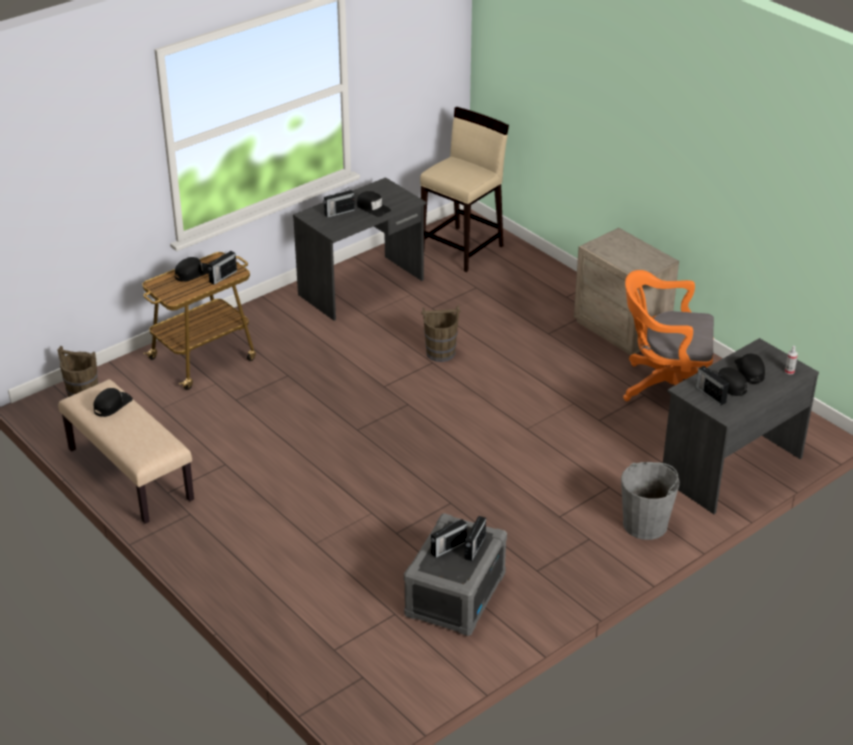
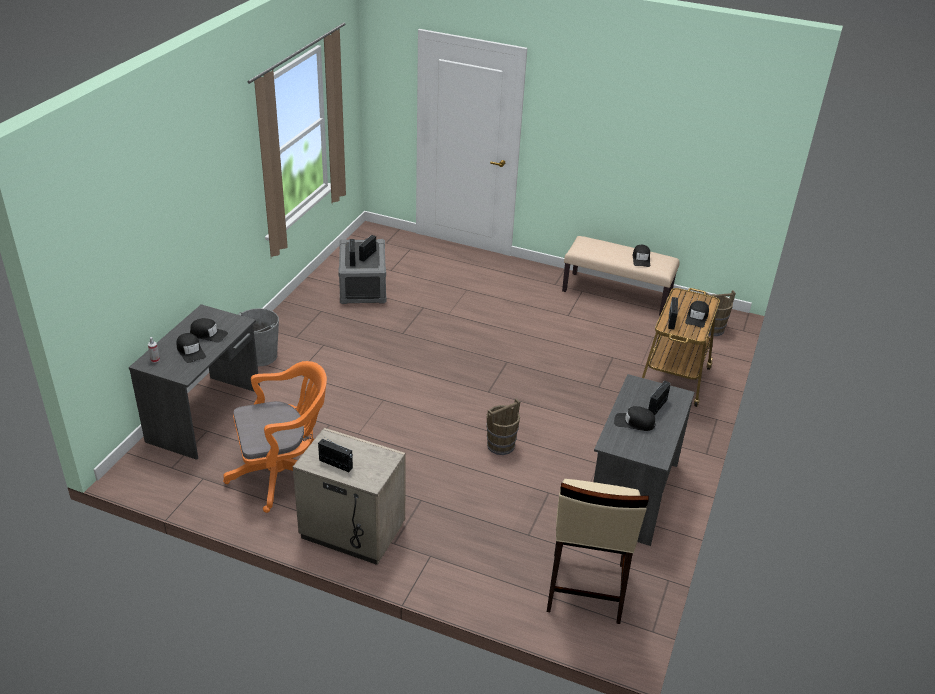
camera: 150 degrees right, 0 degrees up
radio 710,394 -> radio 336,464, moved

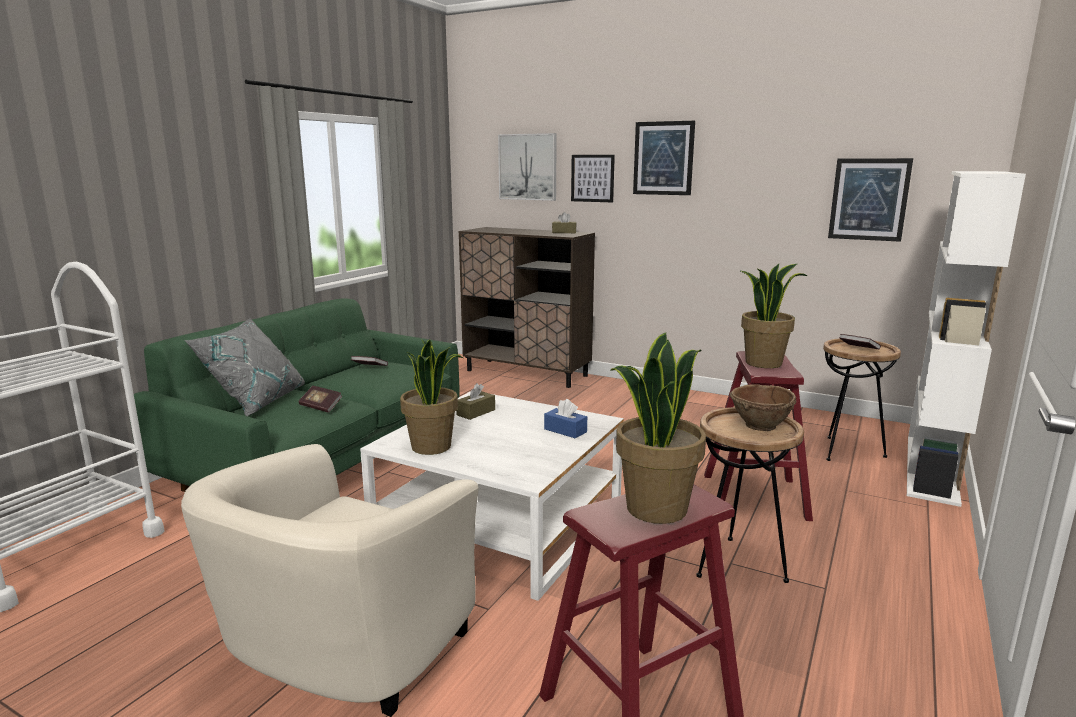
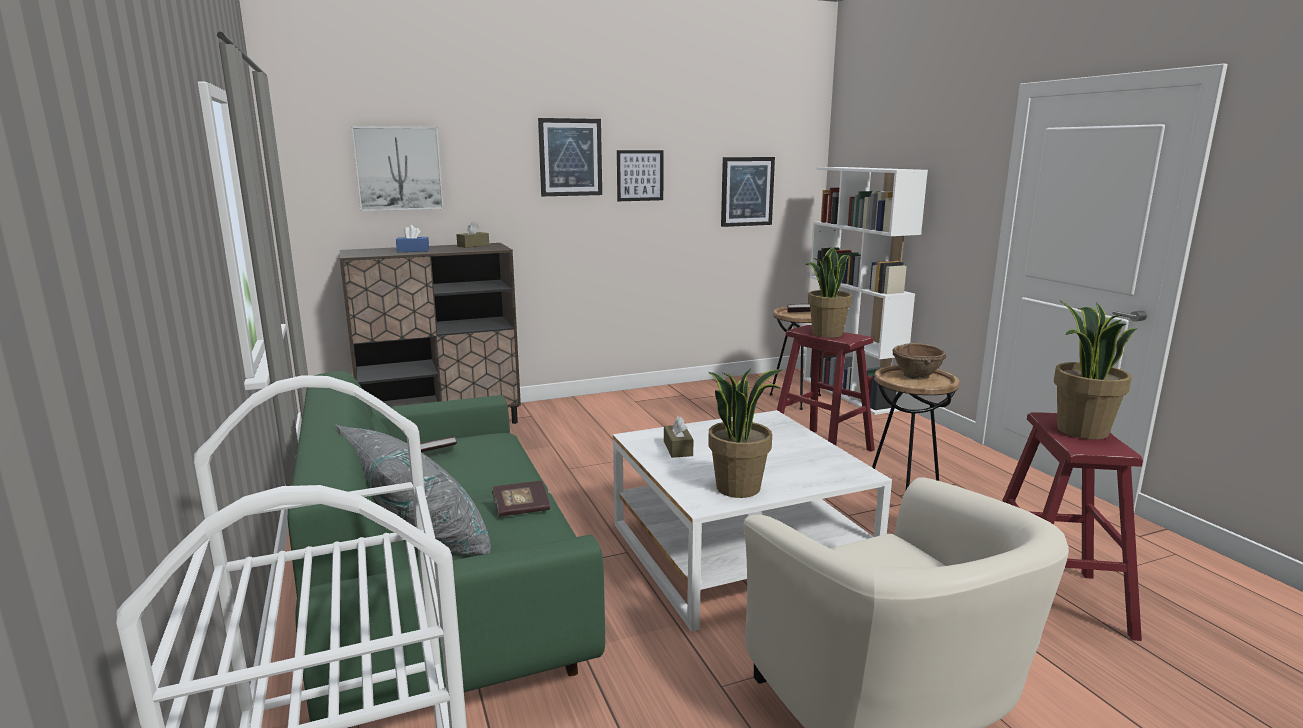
camera: 50 degrees left, 0 degrees up
blue tissue box 565,430 -> blue tissue box 413,251, moved
picture 592,178 -> picture 640,175, moved

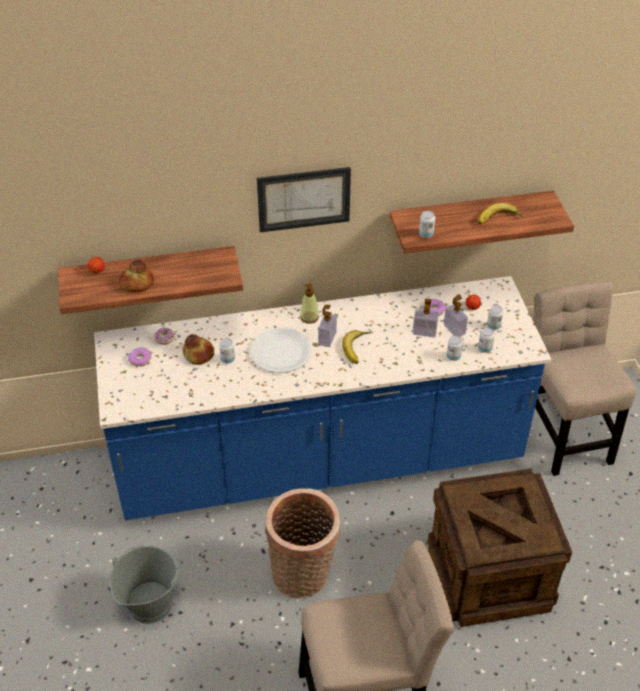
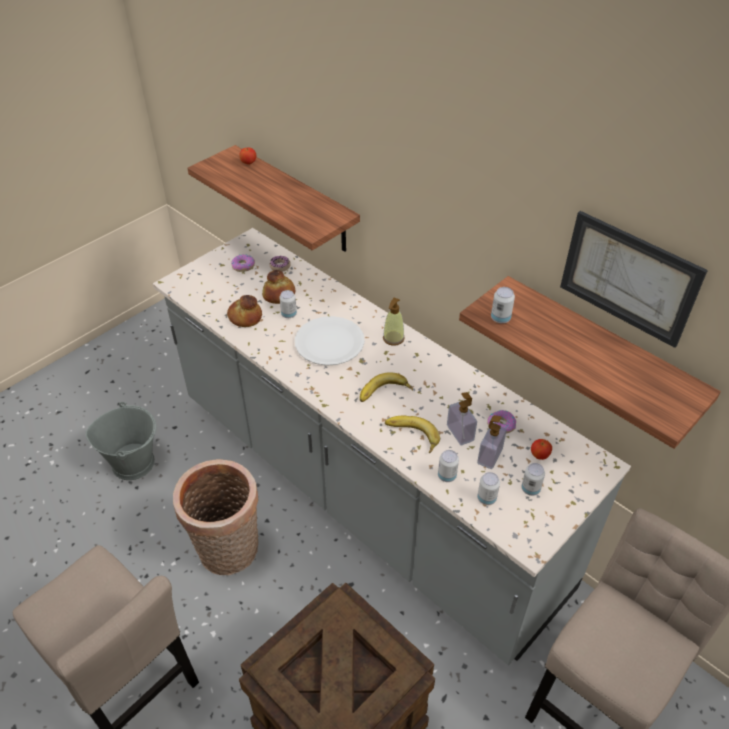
camera: 55 degrees right, 0 degrees up
soap dispenser 327,338 -> none
bread 137,284 -> bread 245,317, moved
picture 304,199 -> picture 628,278, moved
banana 499,219 -> banana 411,436, moved
blue counter 320,461 -> grey counter 364,491

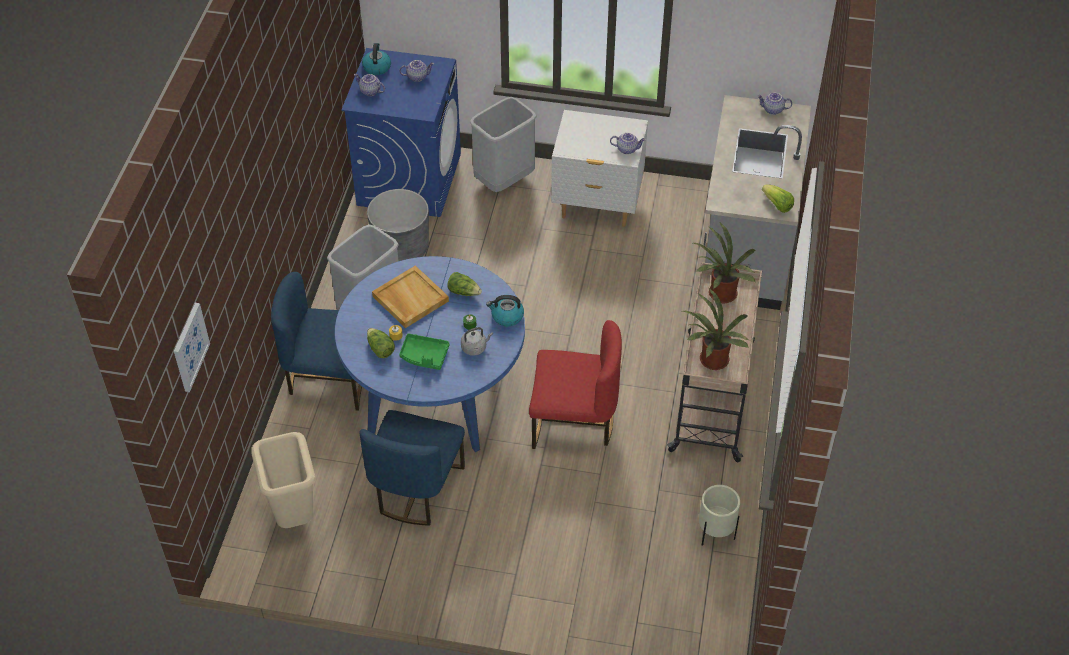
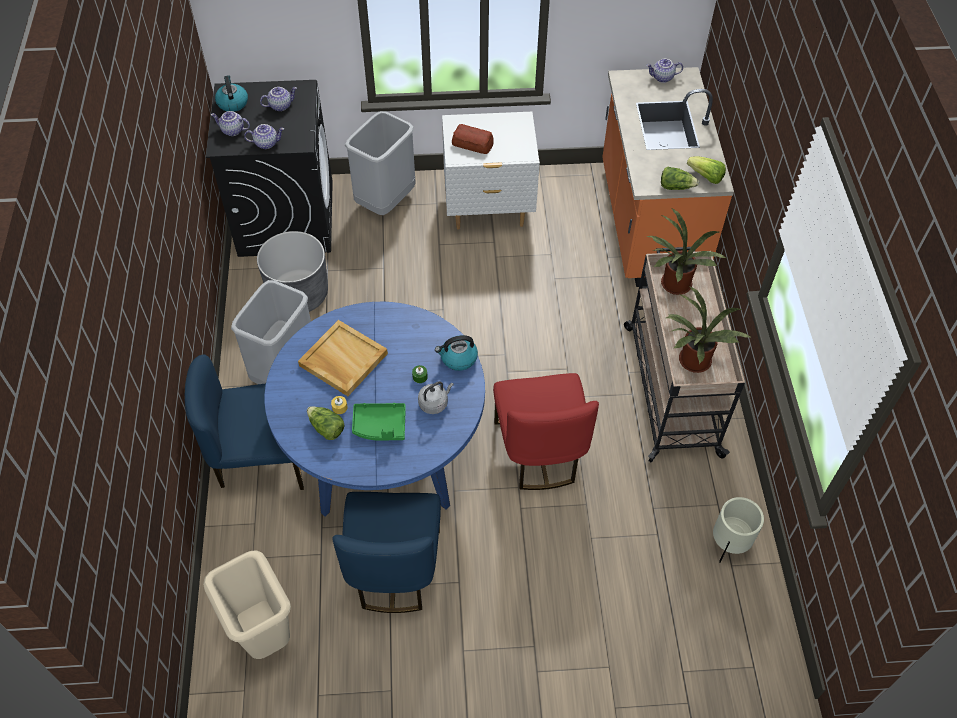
camera: 15 degrees left, 5 degrees up
picture 190,347 -> none
none -> bread 472,144
lettuce 464,292 -> lettuce 676,186, moved
teapot 627,149 -> teapot 266,143, moved
blue washing machine 409,179 -> black washing machine 286,217
grey counter 746,246 -> orange counter 648,223
red chair 573,422 -> red chair 539,451, 90 degrees clockwise

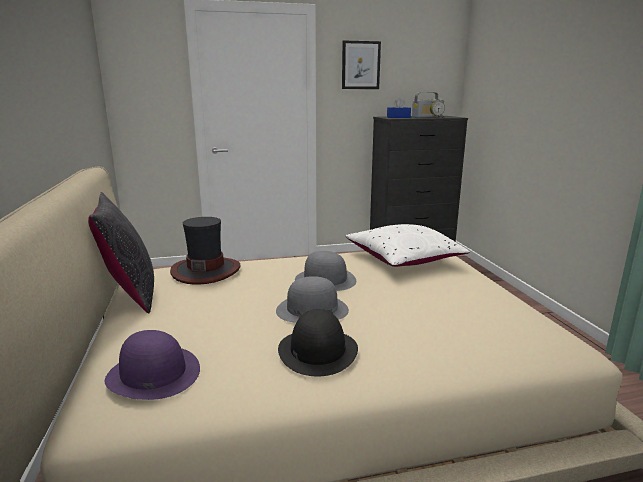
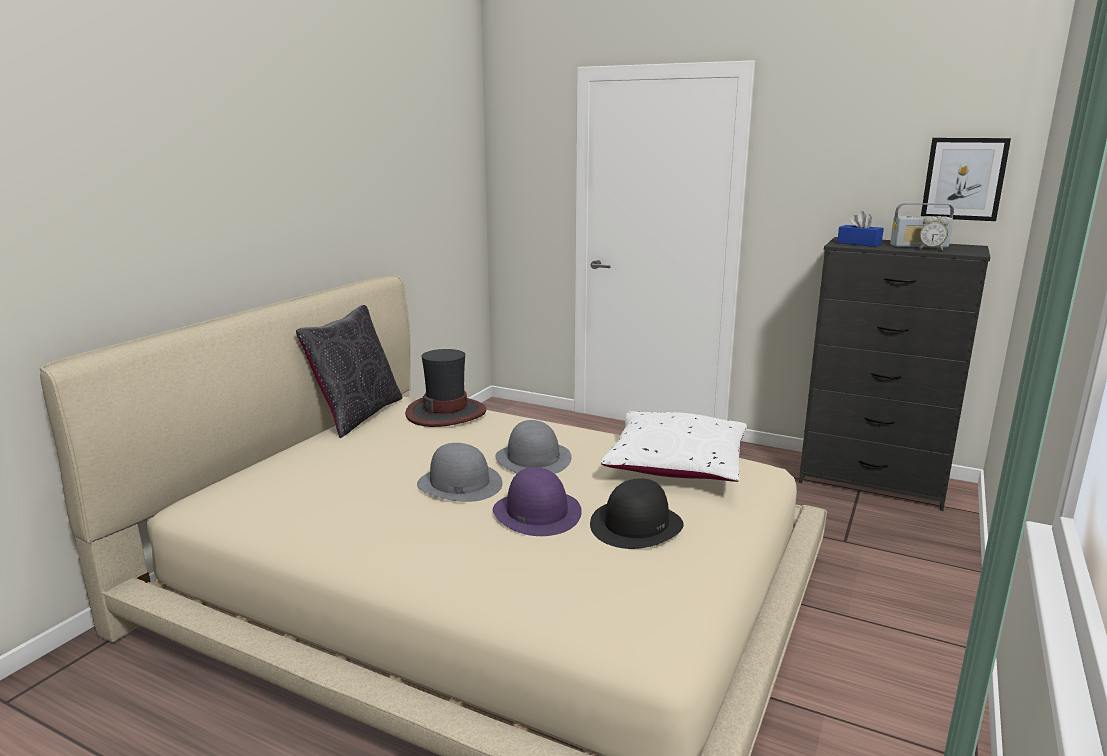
camera: 40 degrees right, 0 degrees up
purple hat 153,373 -> purple hat 536,512, moved
black hat 317,350 -> black hat 636,524, moved
picture 360,65 -> picture 964,179, moved

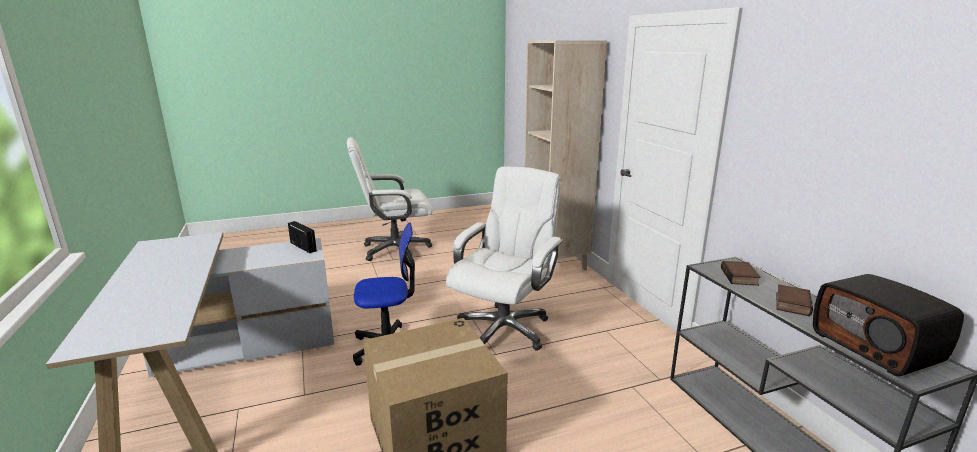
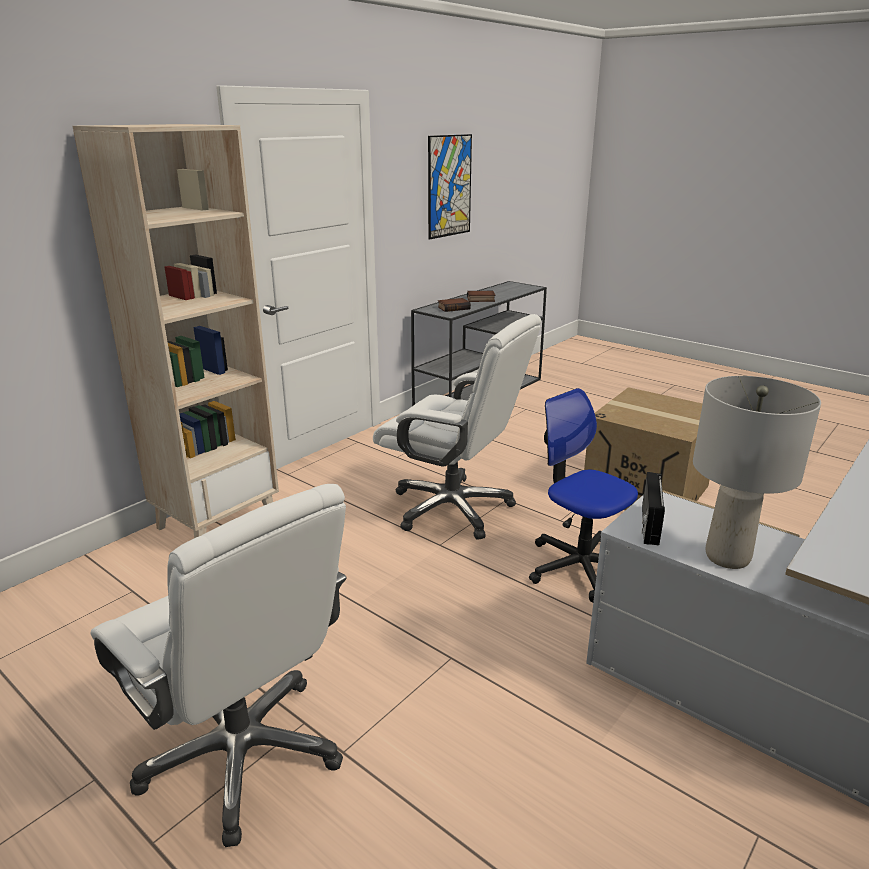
camera: 120 degrees left, 5 degrees up
radio 876,347 -> none
none -> picture 449,186
none -> grey table lamp 726,557
white office chair 504,329 -> white office chair 453,508, 150 degrees counterclockwise

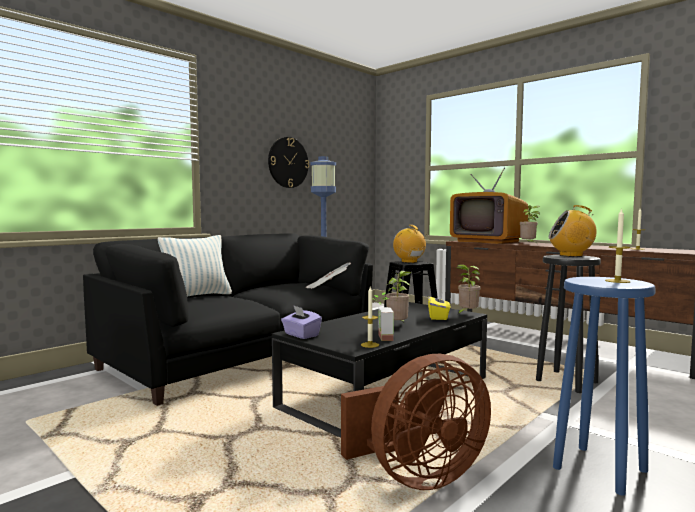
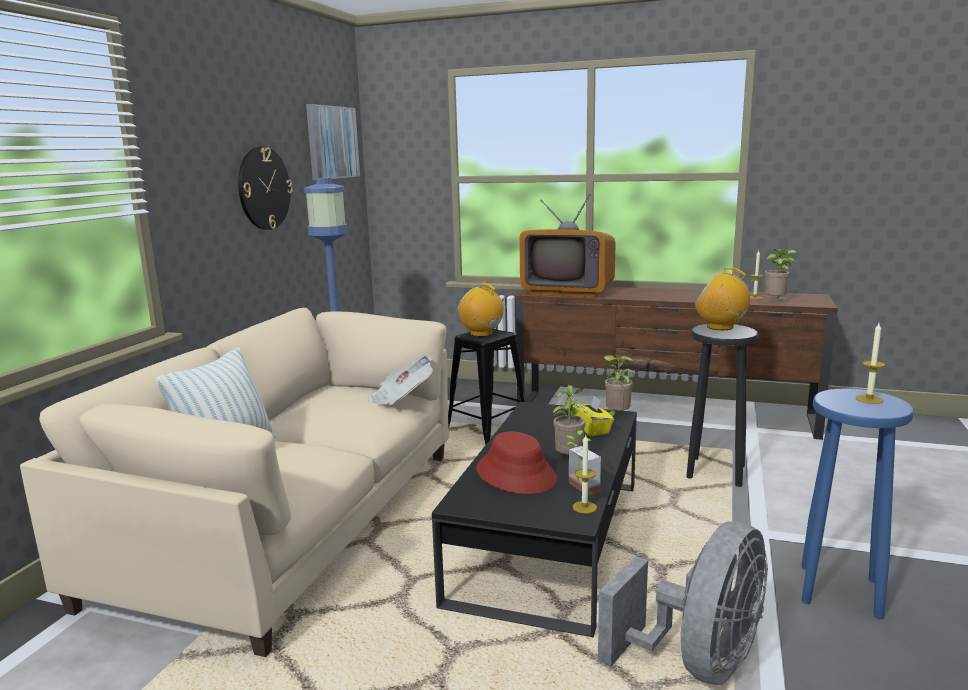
camera: 25 degrees left, 10 degrees up
purple tissue box 301,335 -> none
none -> picture 332,142
none -> red hat 516,474
potted plant 528,244 -> potted plant 776,302, moved
black sofa 242,356 -> beige sofa 292,522
brown fan 417,477 -> grey fan 698,662
radio 571,255 -> radio 720,327, 45 degrees clockwise

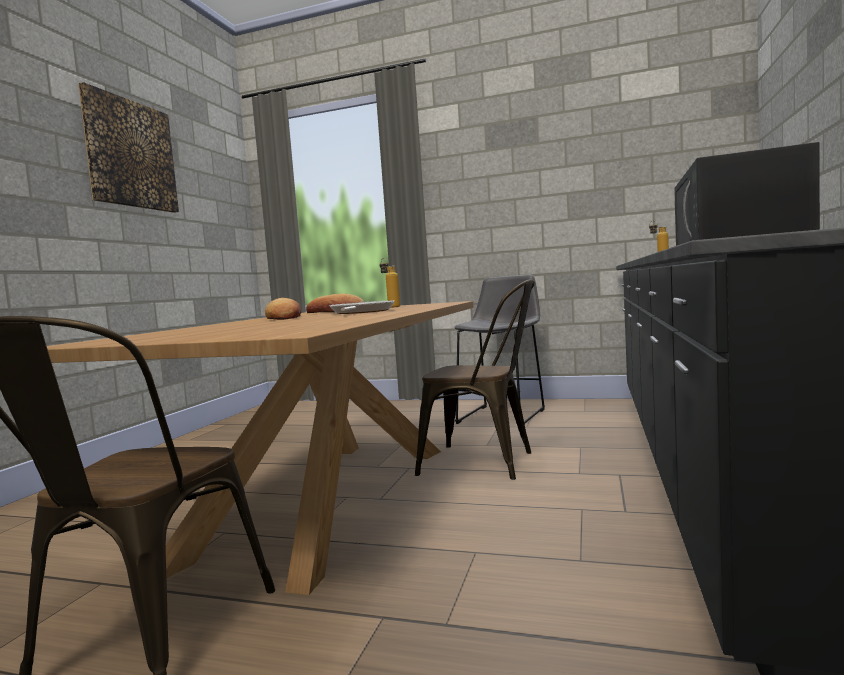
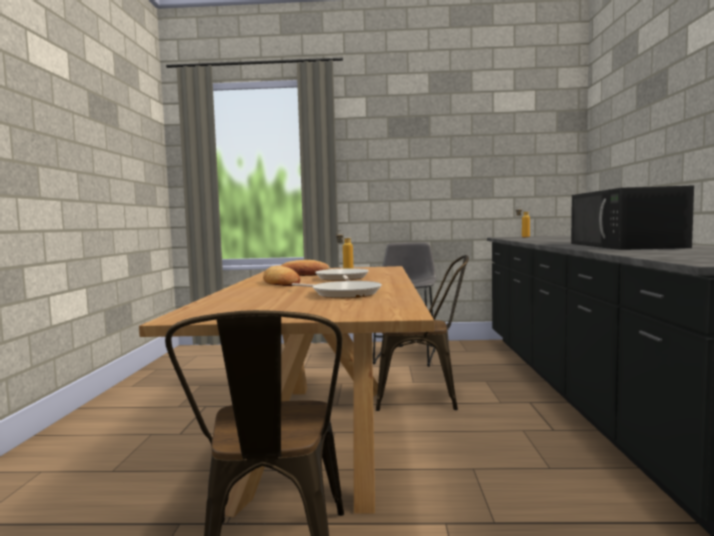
camera: 15 degrees left, 0 degrees up
picture 130,154 -> none
none -> frying pan 343,294

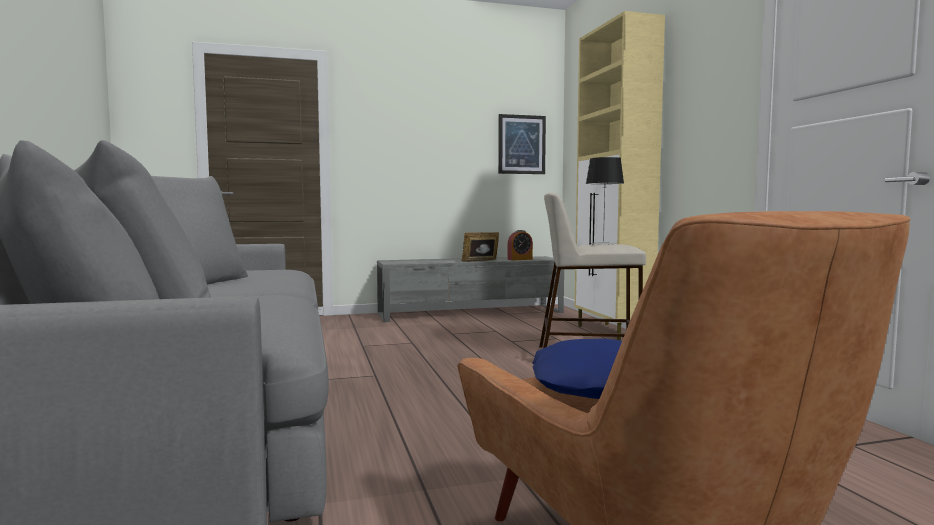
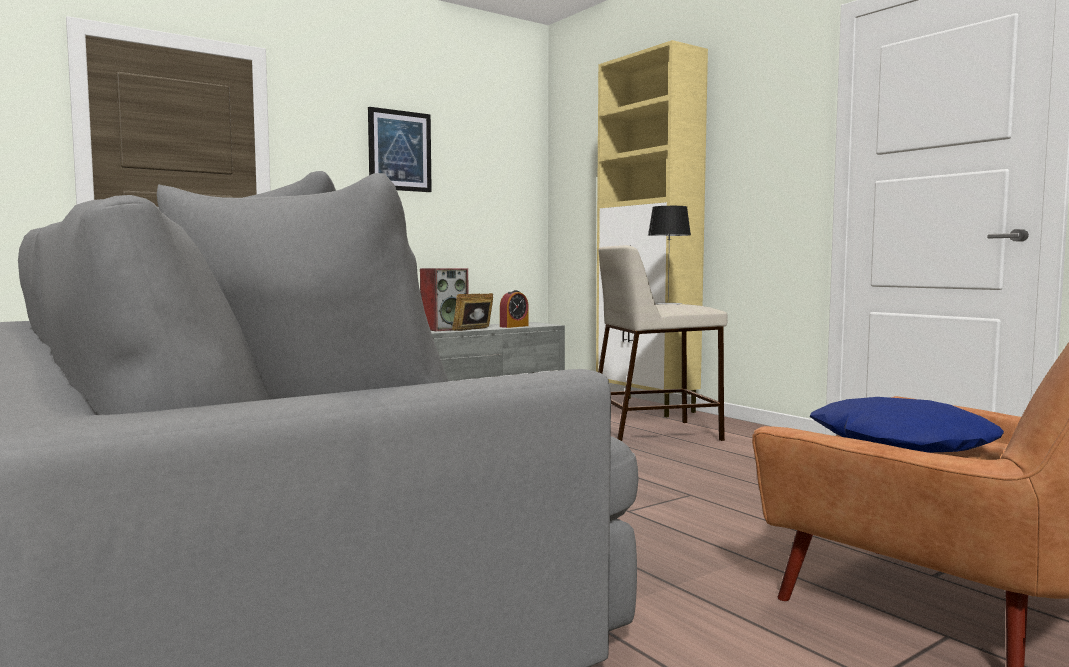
camera: 20 degrees left, 0 degrees up
none -> speaker 444,329
picture 521,144 -> picture 399,151, moved

